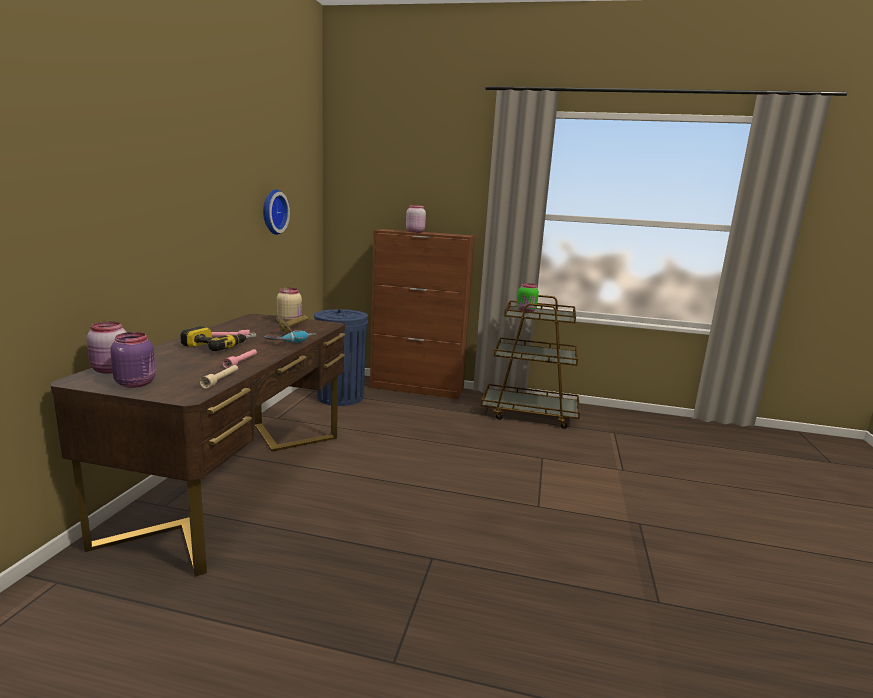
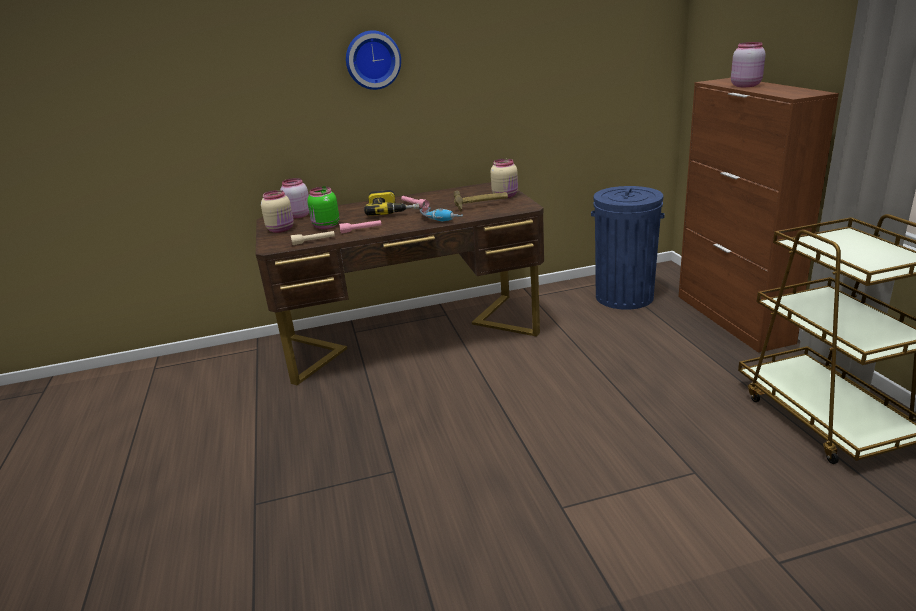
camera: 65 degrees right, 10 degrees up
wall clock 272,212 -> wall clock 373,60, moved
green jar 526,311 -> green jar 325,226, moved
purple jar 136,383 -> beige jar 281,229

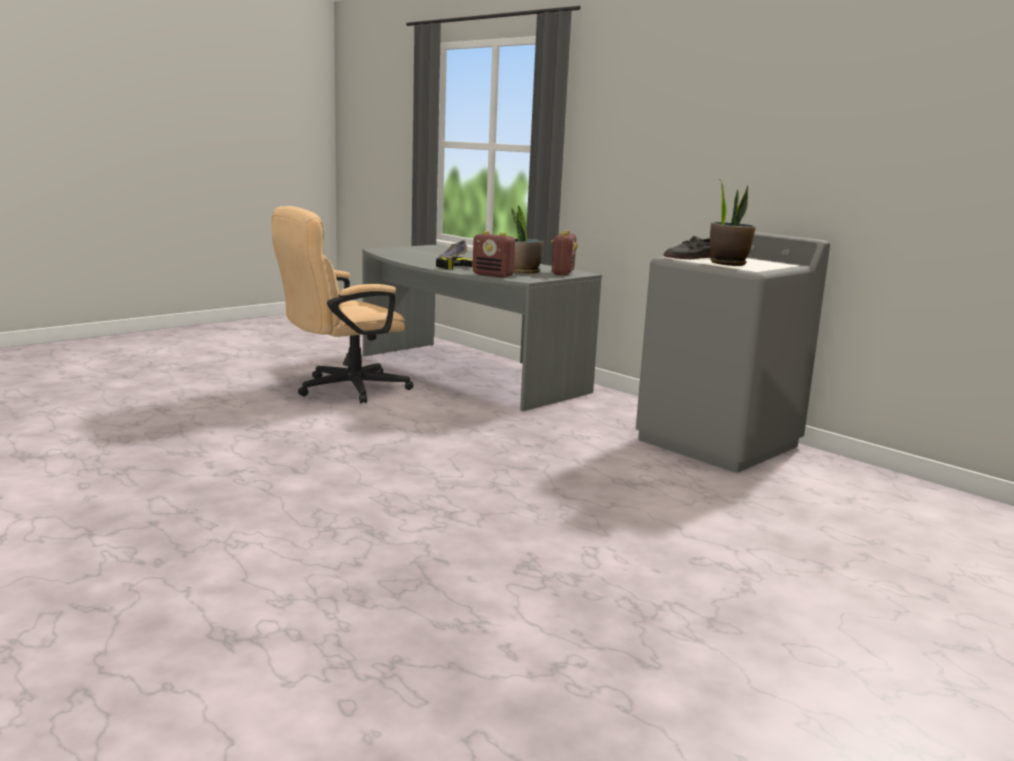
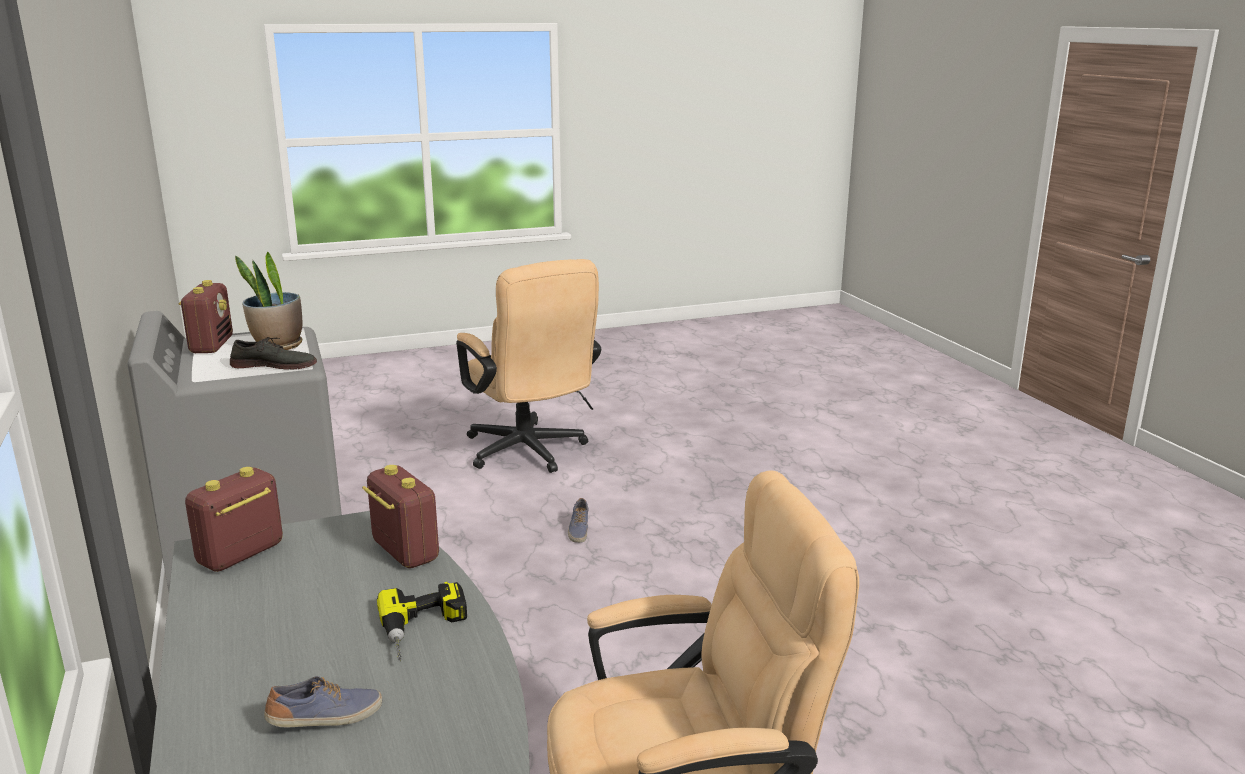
camera: 155 degrees left, 5 degrees up
potted plant 523,272 -> none
none -> radio 211,346
none -> beige office chair 530,453
none -> shoe 578,530

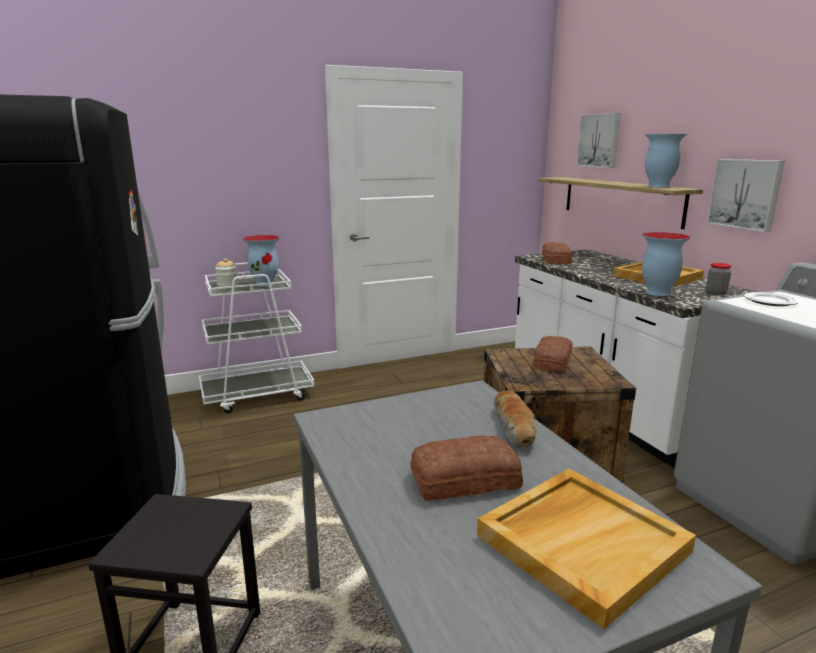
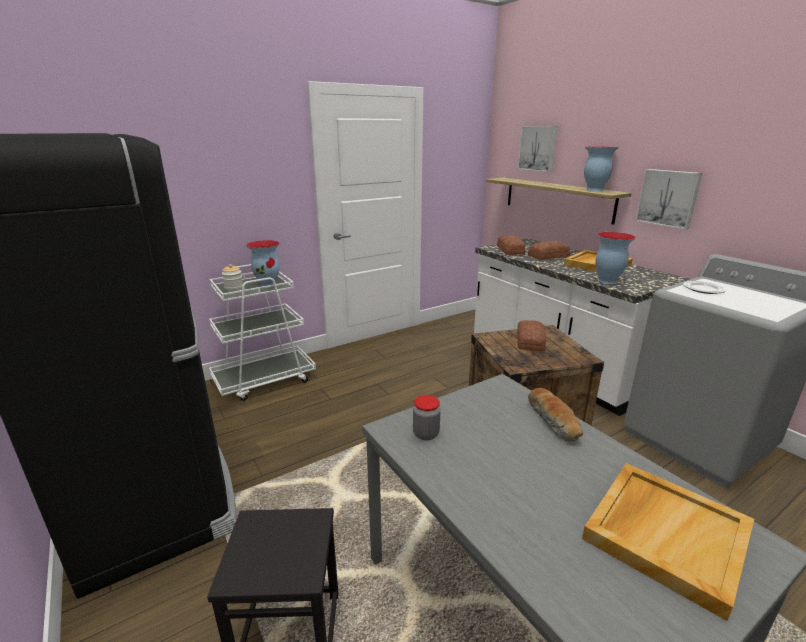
camera: 10 degrees left, 5 degrees up
bread 463,479 -> bread 547,256, moved
jar 716,292 -> jar 426,434, moved

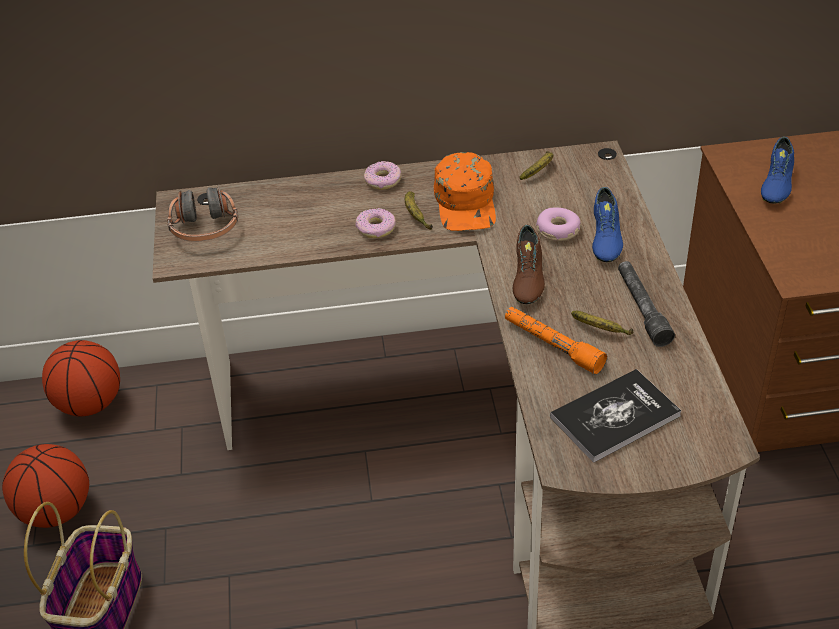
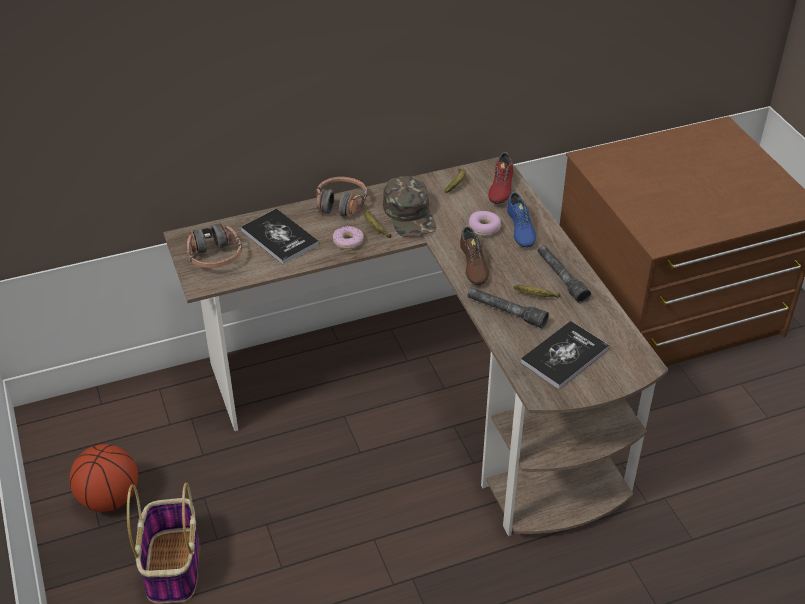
camera: 15 degrees left, 0 degrees up
basketball 90,404 -> none
blue shoe 776,184 -> none
none -> book 279,237
none -> red shoe 500,188
donut 383,180 -> headphones 341,204
orange cap 466,203 -> green cap 410,214
orange flashlight 552,345 -> grey flashlight 506,312

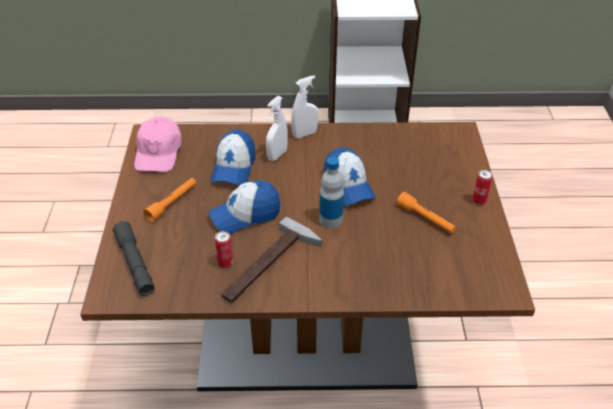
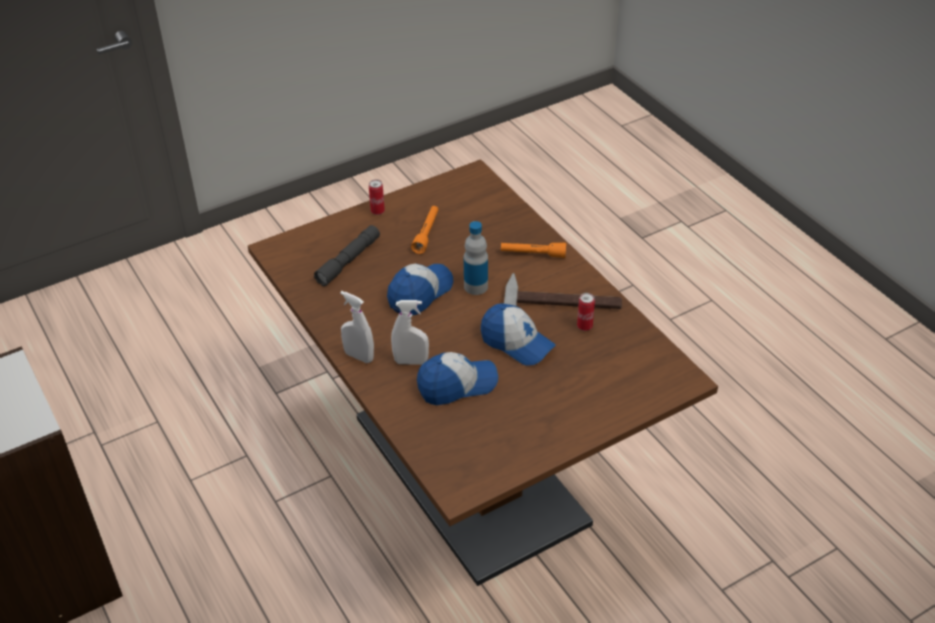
camera: 120 degrees left, 0 degrees up
pink cap 159,152 -> none
grey flashlight 135,263 -> grey flashlight 348,261, moved
orange flashlight 172,203 -> orange flashlight 533,254, moved

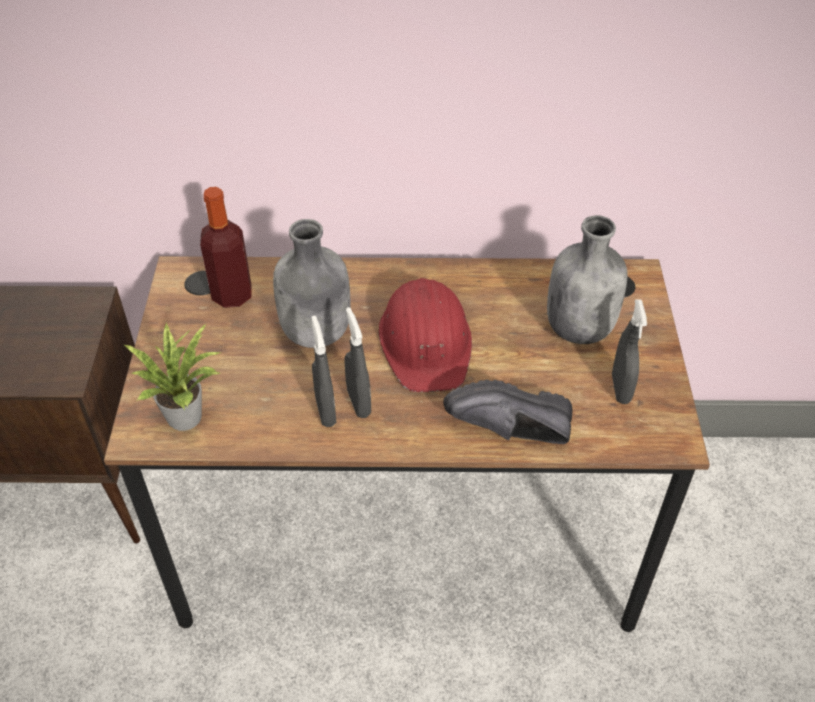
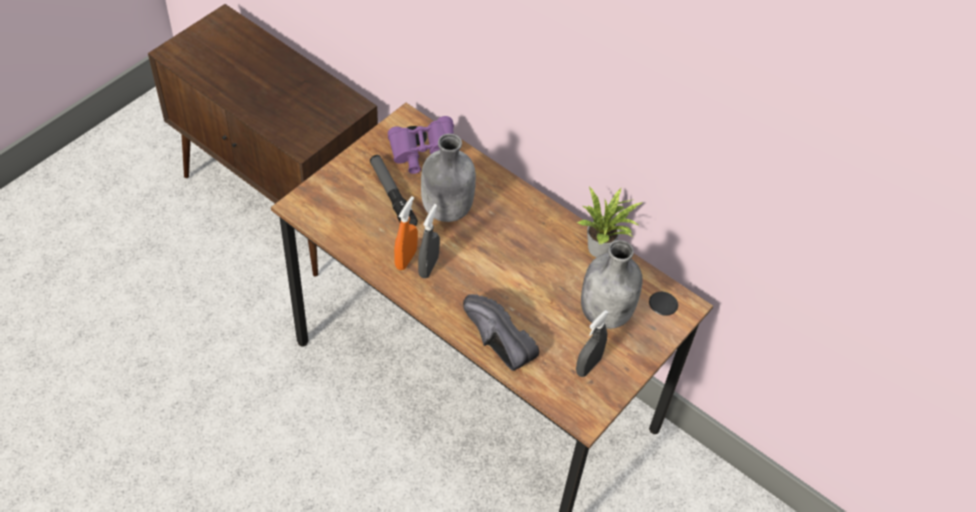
camera: 35 degrees right, 5 degrees up
red hard hat 426,342 -> none
none -> flashlight 392,195
potted plant 189,415 -> potted plant 603,248, moved
bottle 232,295 -> purple binoculars 422,154
grey spray bottle 325,411 -> orange spray bottle 406,259

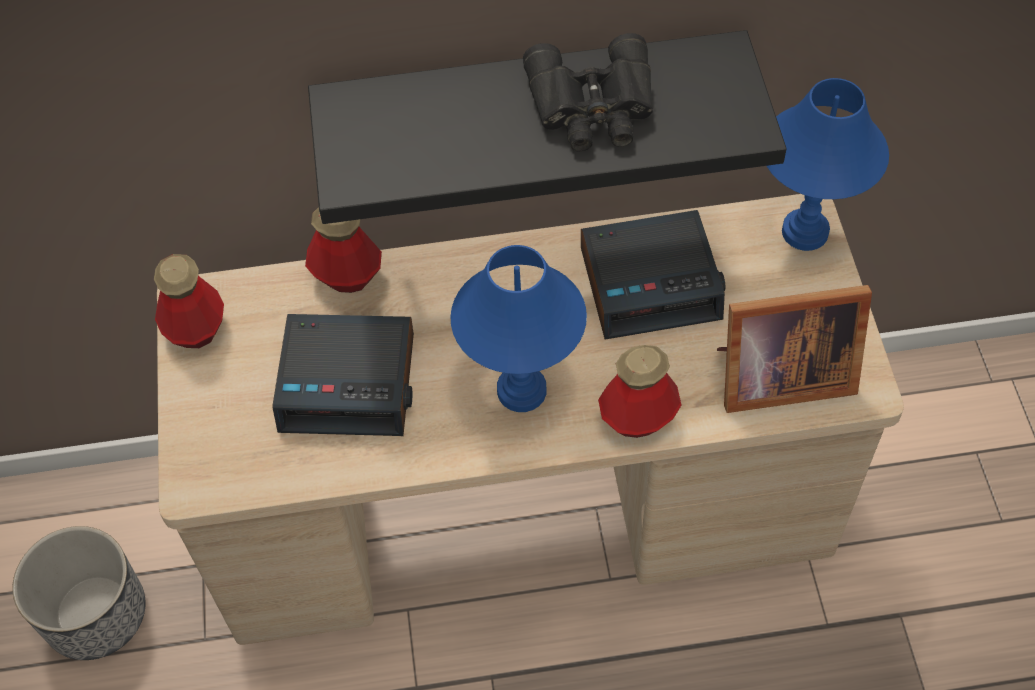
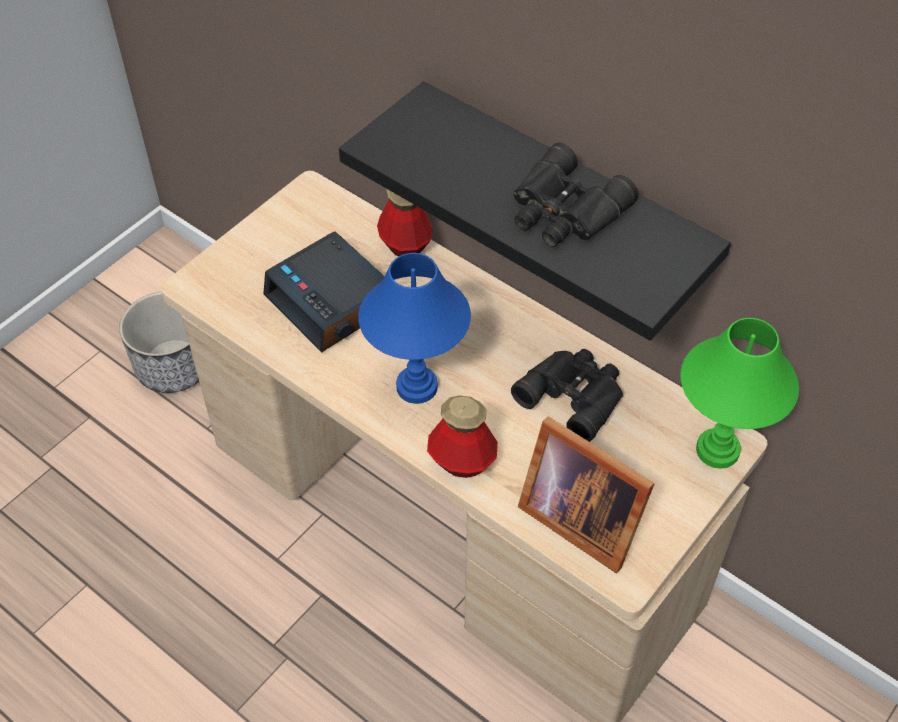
camera: 45 degrees right, 5 degrees down
bottle 196,328 -> none
alarm clock 651,283 -> black binoculars 574,395
blue table lamp 804,232 -> green table lamp 716,450

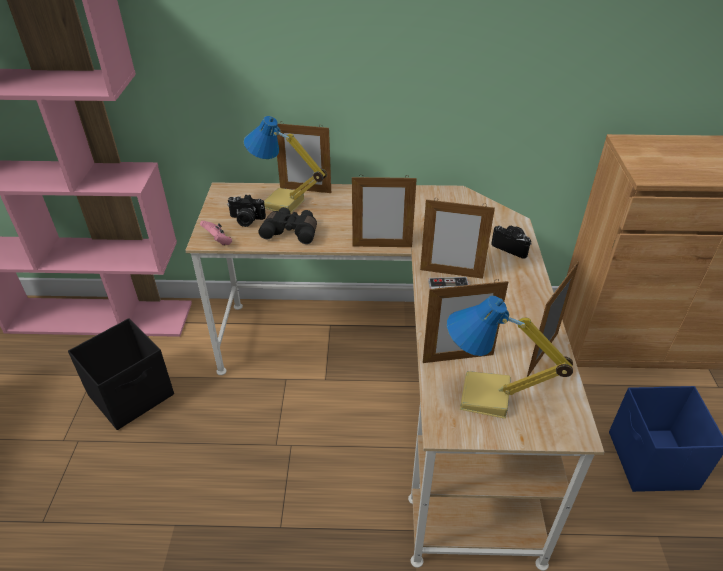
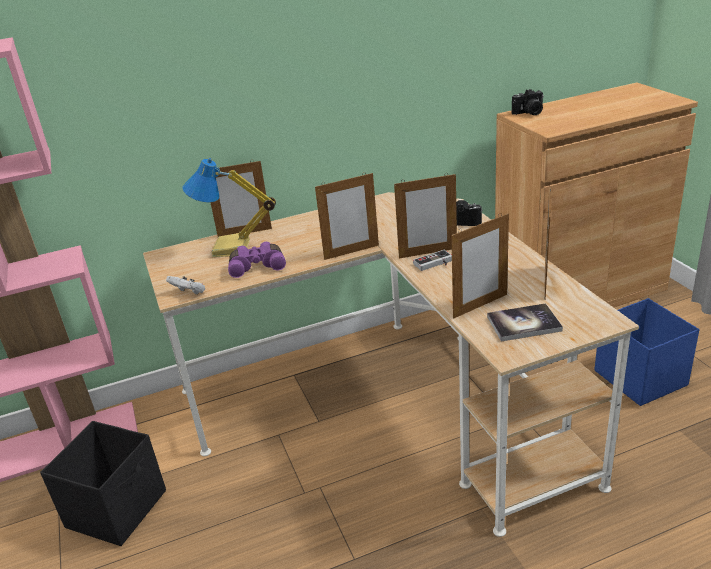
camera: 20 degrees left, 10 degrees down
photo camera 246,220 -> photo camera 529,113, moved
table lamp 485,398 -> book 524,324
pink game controller 218,241 -> white game controller 189,293
black binoculars 291,231 -> purple binoculars 257,266

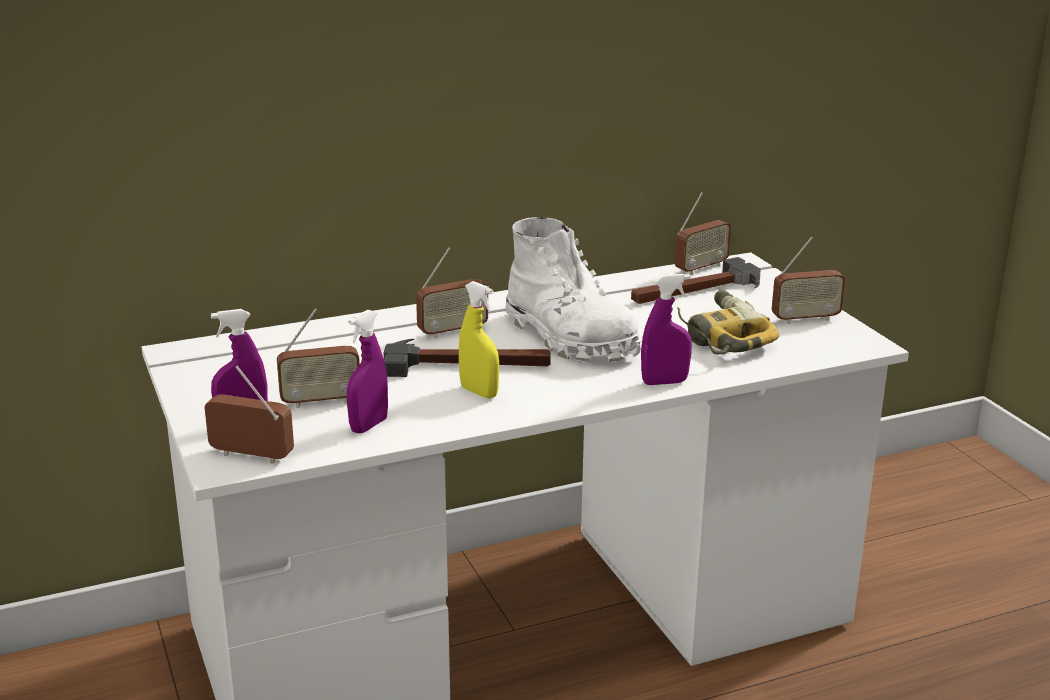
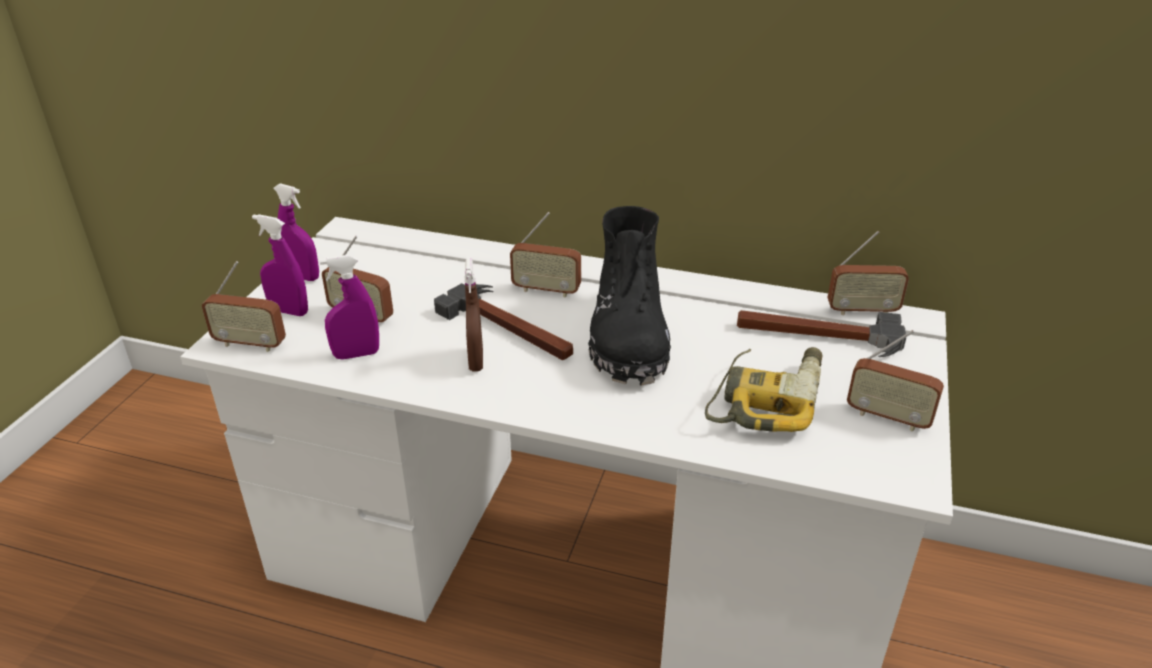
camera: 40 degrees right, 10 degrees up
purple spray bottle 664,382 -> purple spray bottle 303,276, moved
yellow spray bottle 479,392 -> brown spray bottle 476,361
white boot 570,337 -> black boot 628,338
radio 251,456 -> radio 250,344, 135 degrees clockwise

